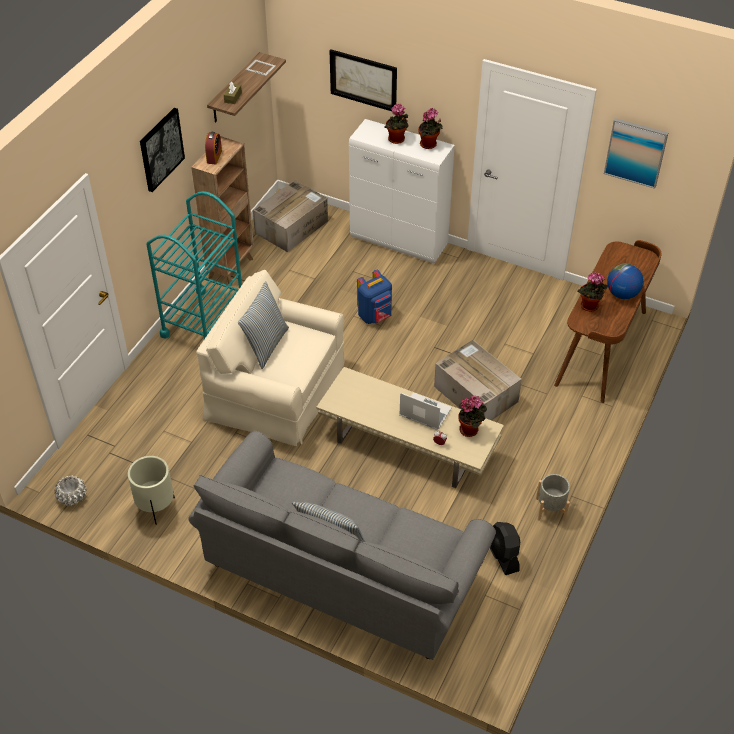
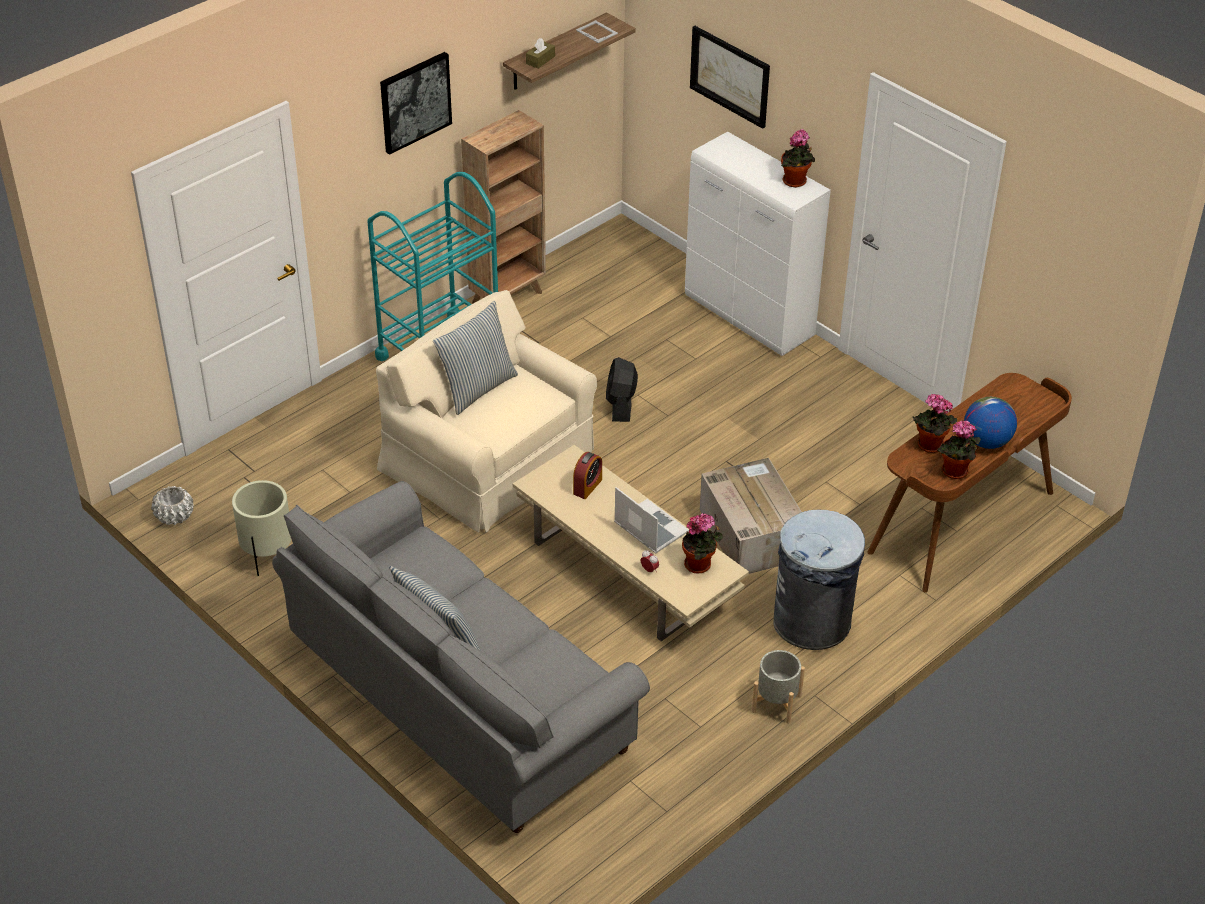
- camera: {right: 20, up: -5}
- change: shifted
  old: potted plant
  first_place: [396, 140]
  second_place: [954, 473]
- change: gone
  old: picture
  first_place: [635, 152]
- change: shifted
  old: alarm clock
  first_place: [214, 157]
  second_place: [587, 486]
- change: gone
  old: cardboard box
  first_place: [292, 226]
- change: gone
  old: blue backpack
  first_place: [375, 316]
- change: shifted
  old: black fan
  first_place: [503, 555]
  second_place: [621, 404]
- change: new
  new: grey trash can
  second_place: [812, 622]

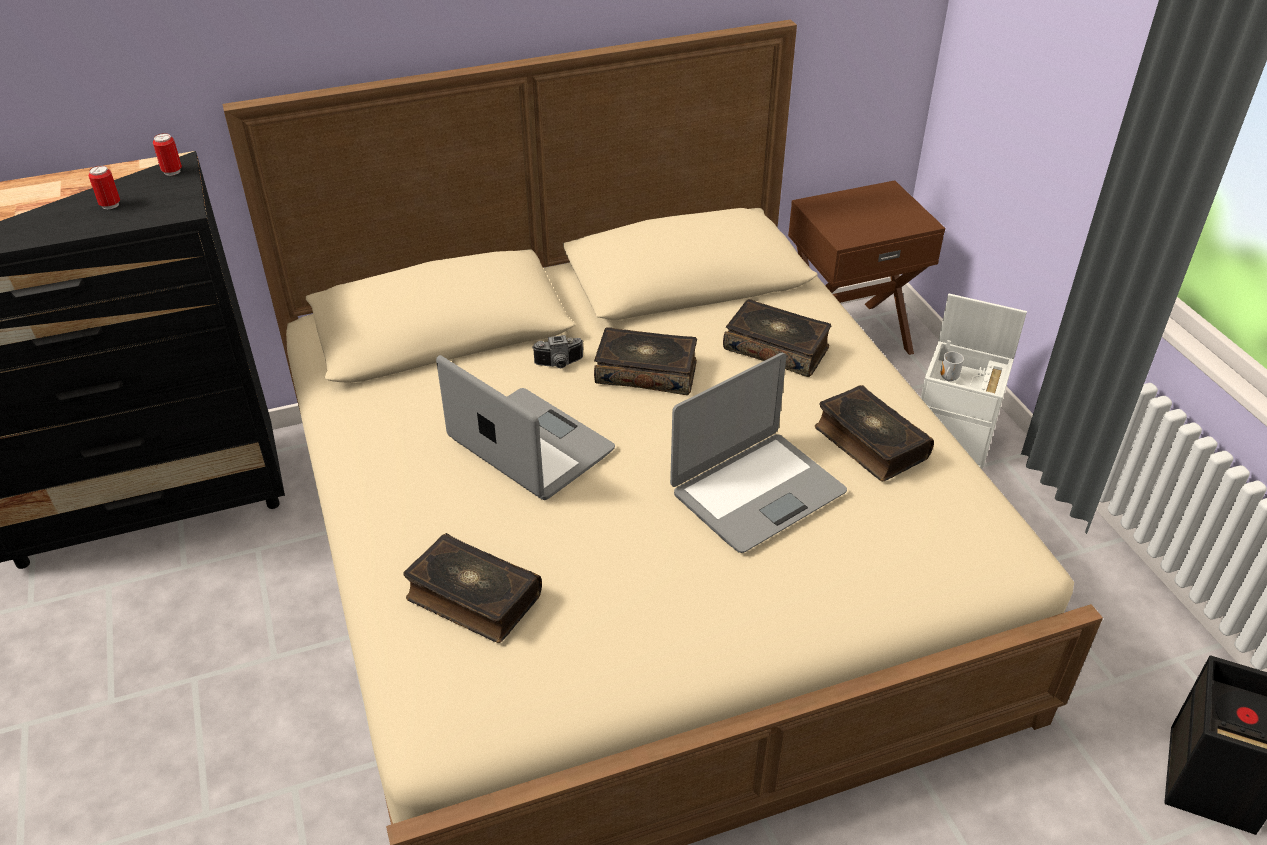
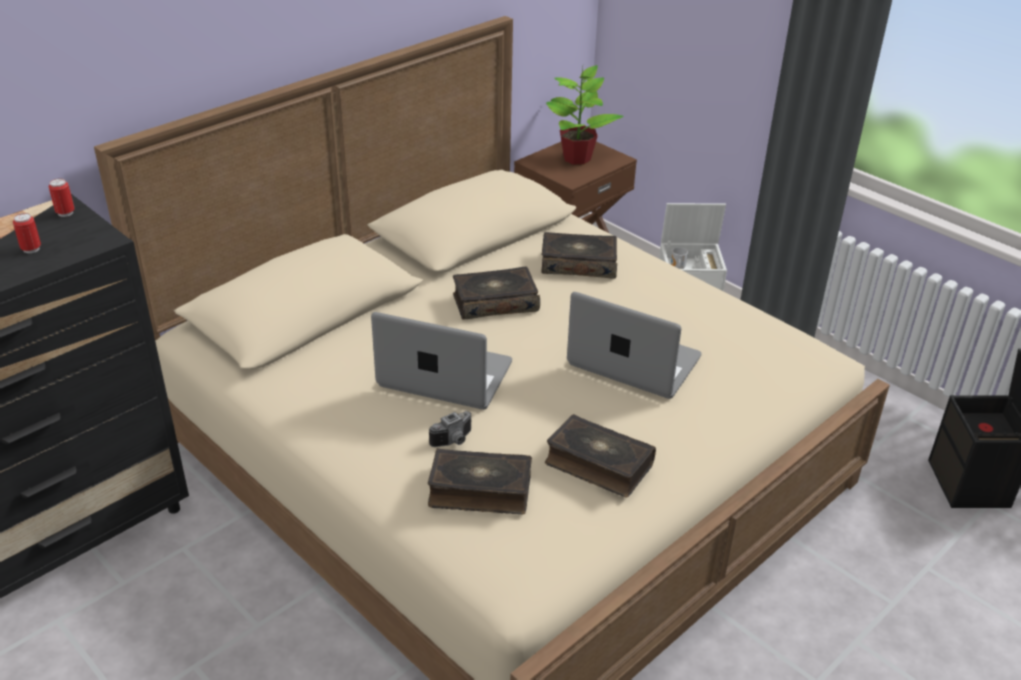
- camera: {right: -25, up: -5}
- change: shifted
  old: photo camera
  first_place: [559, 364]
  second_place: [454, 441]
- change: rotated
  old: laptop
  first_place: [757, 492]
  second_place: [633, 362]
  degrees: -90
- change: shifted
  old: book
  first_place: [869, 443]
  second_place: [598, 465]
- change: new
  new: potted plant
  second_place: [577, 158]

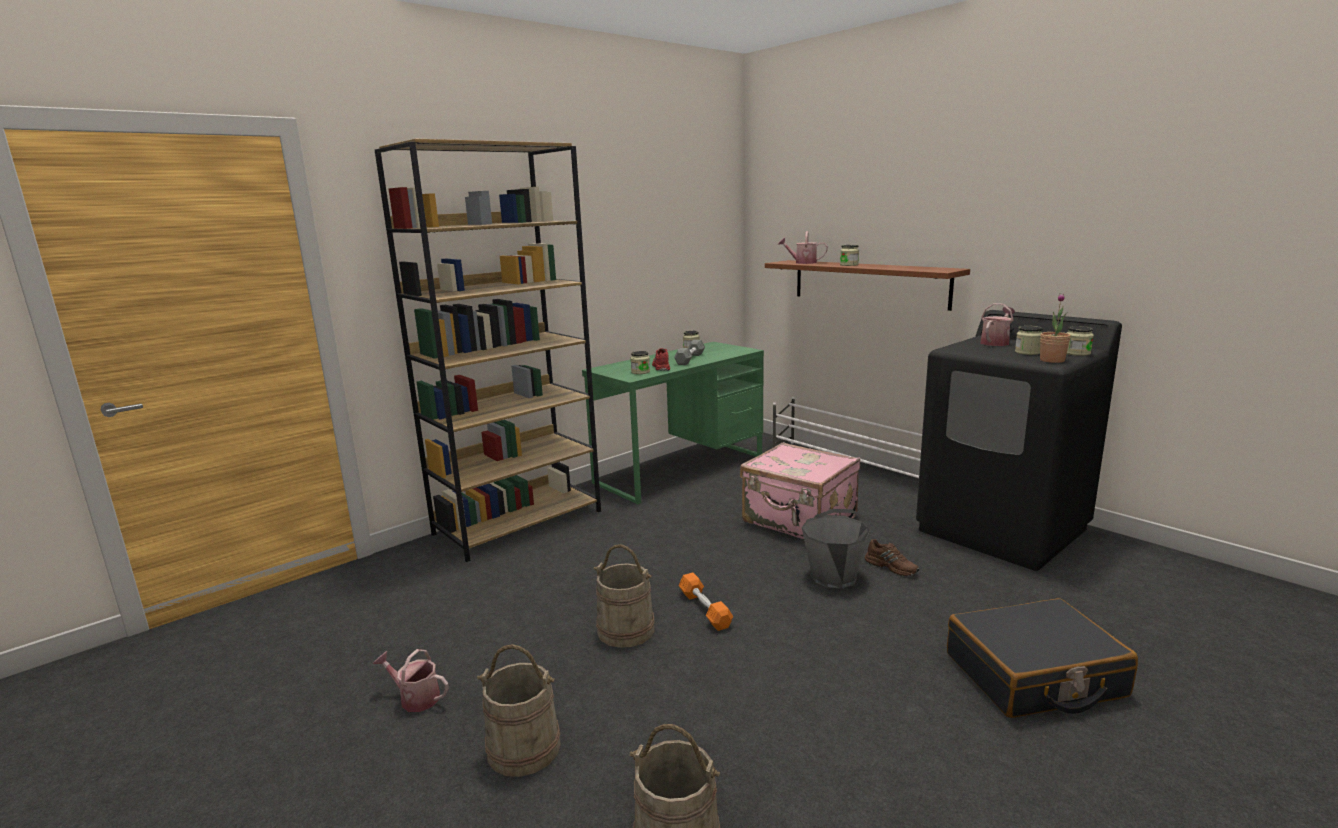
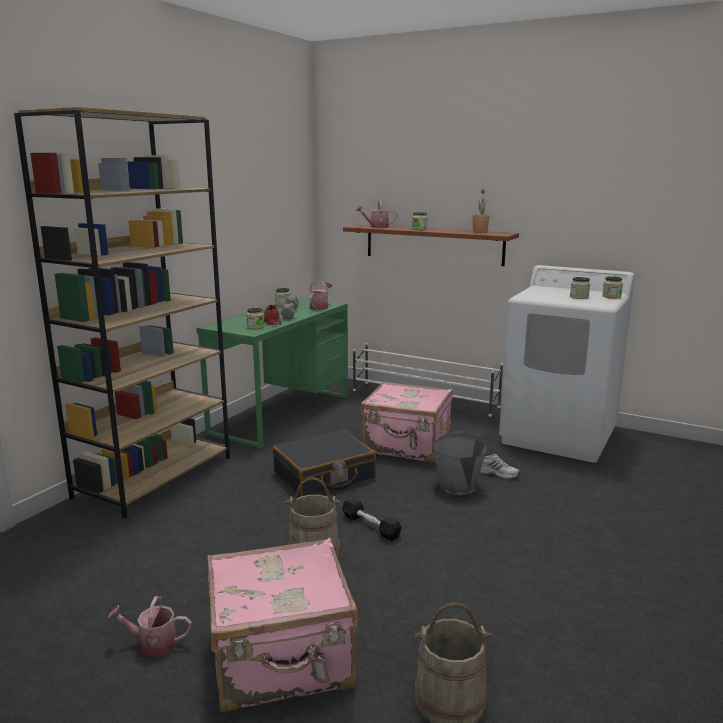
- camera: {right: -20, up: 0}
- change: shifted
  old: potted plant
  first_place: [1052, 360]
  second_place: [480, 232]
- change: shifted
  old: watering can
  first_place: [996, 342]
  second_place: [320, 307]
- change: repainted
  old: black washing machine
  new: white washing machine
  first_place: [1002, 530]
  second_place: [559, 436]
- change: repainted
  old: brown shoe
  new: white shoe
  first_place: [891, 567]
  second_place: [496, 473]
- change: repainted
  old: orange dumbbell
  new: black dumbbell
  first_place: [704, 609]
  second_place: [371, 526]
- change: shifted
  old: black suitcase
  first_place: [1034, 676]
  second_place: [324, 476]
- change: swapped
  old: beige bucket
  new: pink suitcase
  first_place: [524, 747]
  second_place: [282, 661]

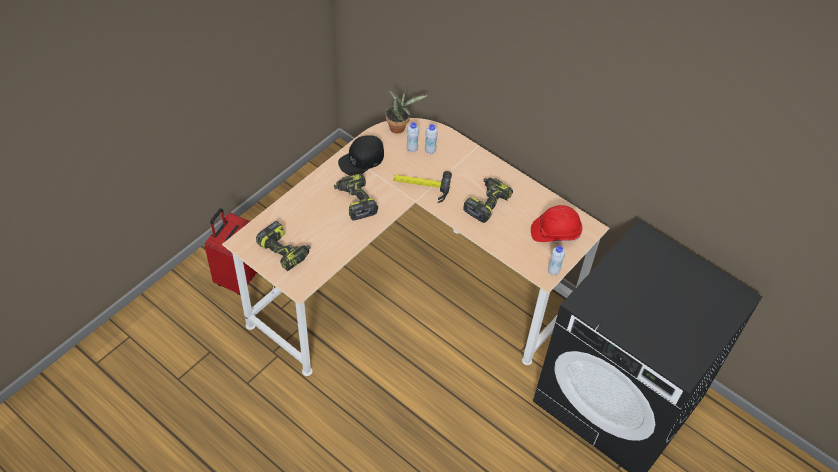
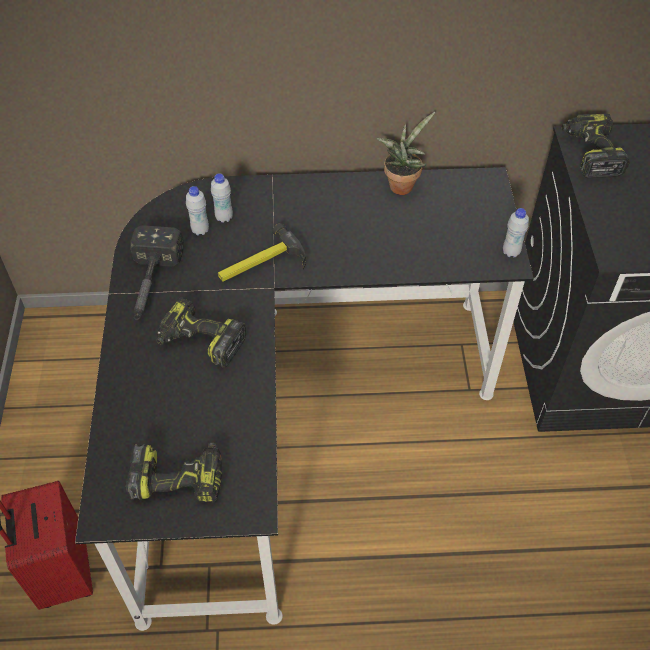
- camera: {right: -40, up: 0}
- change: shifted
  old: potted plant
  first_place: [399, 127]
  second_place: [402, 184]
- change: repainted
  old: beige desk
  new: black desk
  first_place: [411, 286]
  second_place: [286, 413]
- change: swapped
  old: black cap
  new: hammer
  first_place: [361, 159]
  second_place: [151, 285]
- change: shifted
  old: power drill
  first_place: [486, 203]
  second_place: [590, 153]
- change: gone
  old: red hard hat
  first_place: [555, 232]

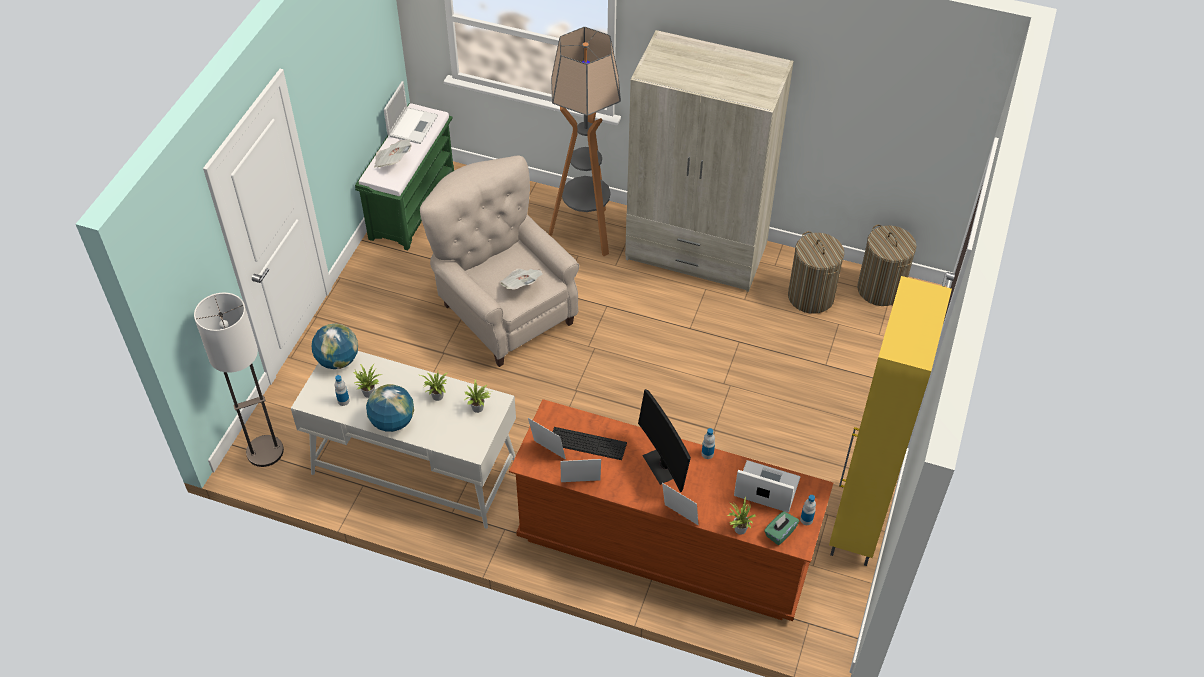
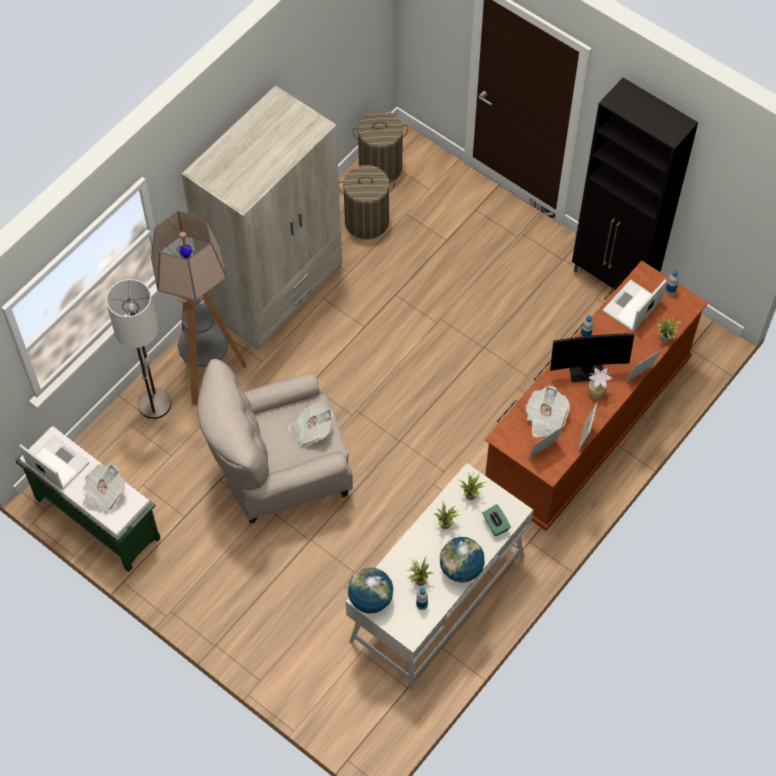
- camera: {right: -70, up: 10}
- change: repainted
  old: yellow cabinet
  new: black cabinet
  first_place: [856, 525]
  second_place: [613, 281]
- change: shifted
  old: floor lamp
  first_place: [265, 451]
  second_place: [154, 404]
- change: swapped
  old: keyboard
  new: newspaper
  first_place: [587, 443]
  second_place: [545, 419]
- change: shifted
  old: green tissue box
  first_place: [780, 533]
  second_place: [495, 525]
- change: new
  new: potted plant
  second_place: [596, 393]

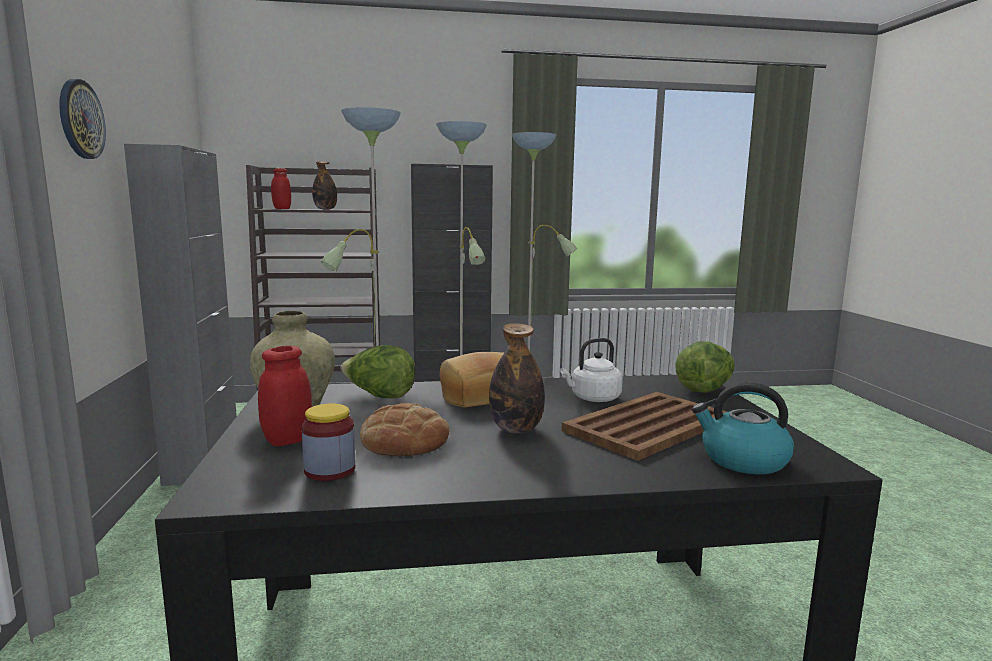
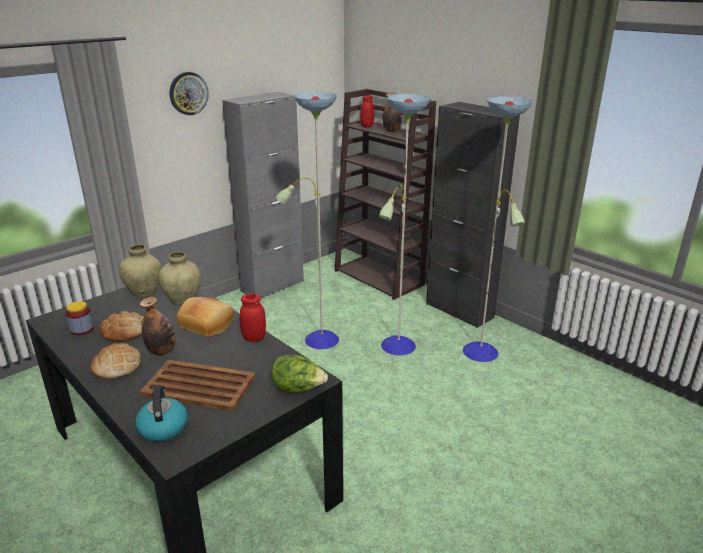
- camera: {right: 55, up: 15}
- change: gone
  old: white kettle
  first_place: [593, 398]
- change: swapped
  old: lettuce
  new: beige vase
  first_place: [379, 396]
  second_place: [183, 301]
- change: shifted
  old: red jar
  first_place: [287, 440]
  second_place: [254, 338]
- change: new
  new: bread
  second_place: [116, 366]

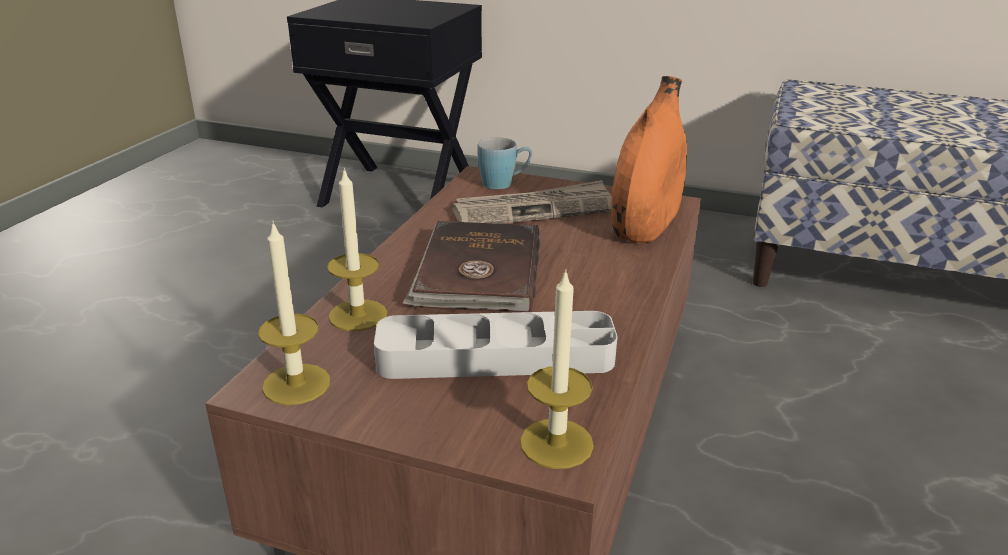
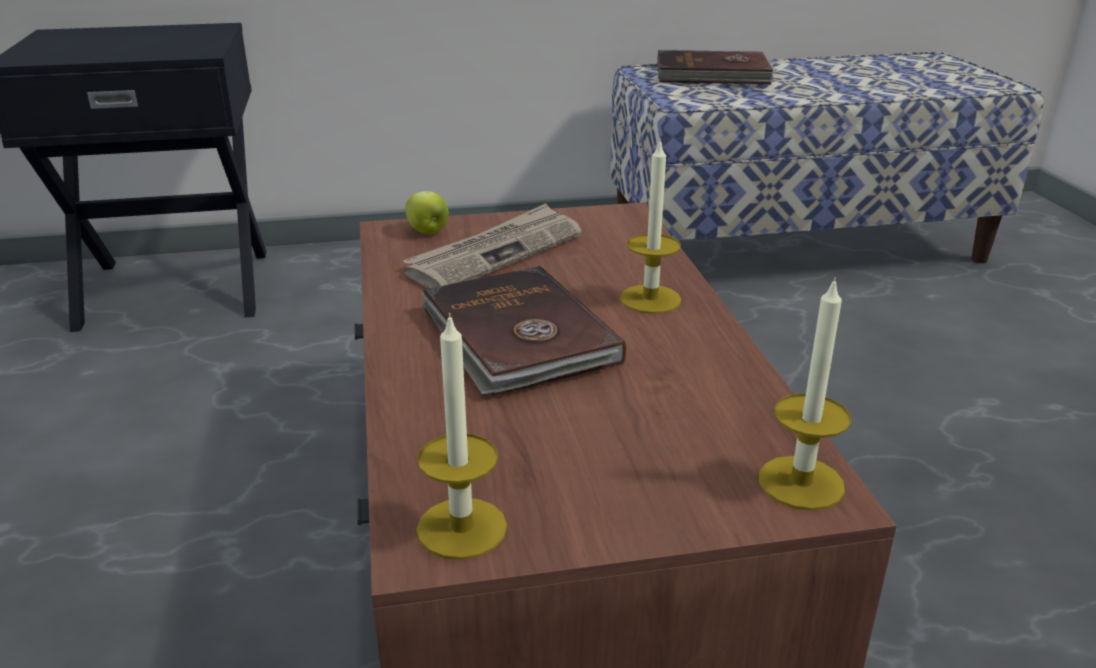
- camera: {right: -30, up: 0}
- change: gone
  old: orange vase
  first_place: [646, 222]
- change: swapped
  old: blue mug
  new: apple
  first_place: [504, 183]
  second_place: [428, 232]
- change: shifted
  old: candle
  first_place: [358, 315]
  second_place: [650, 299]
- change: gone
  old: grey tray
  first_place: [495, 356]
- change: new
  new: brown book
  second_place: [713, 74]

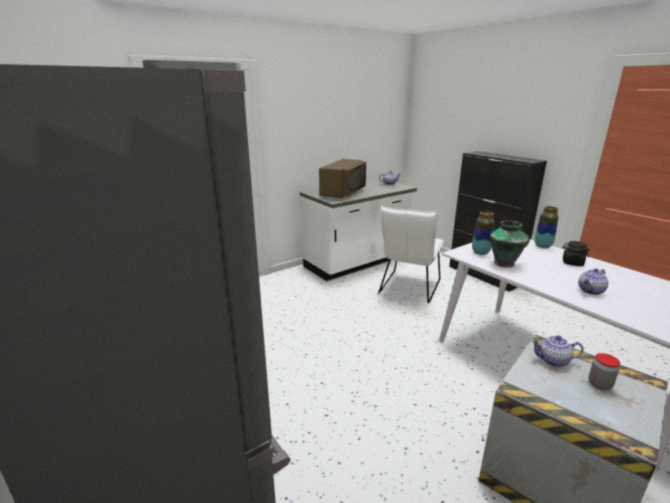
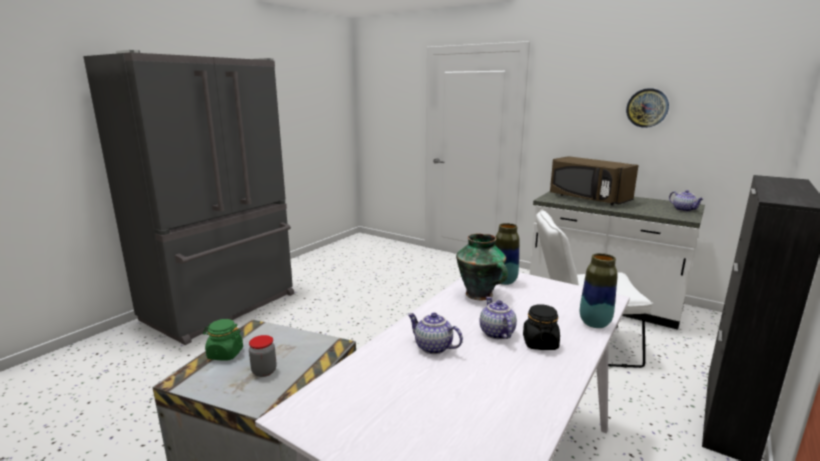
- camera: {right: 70, up: -5}
- change: rotated
  old: brown microwave
  first_place: [344, 192]
  second_place: [588, 198]
  degrees: 45
- change: shifted
  old: teapot
  first_place: [553, 361]
  second_place: [496, 333]
- change: new
  new: wall clock
  second_place: [647, 108]
- change: new
  new: green jar
  second_place: [225, 354]

